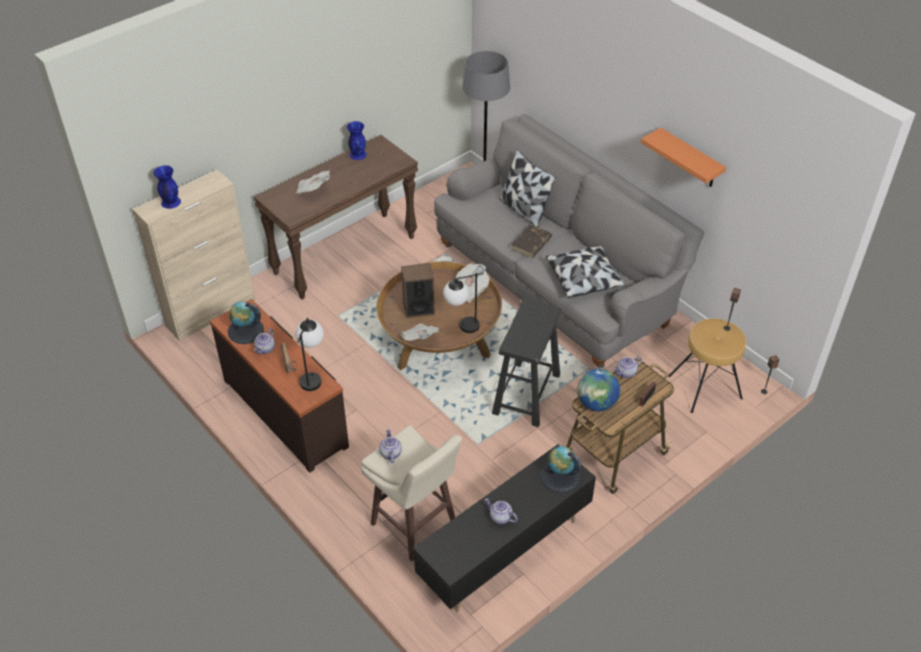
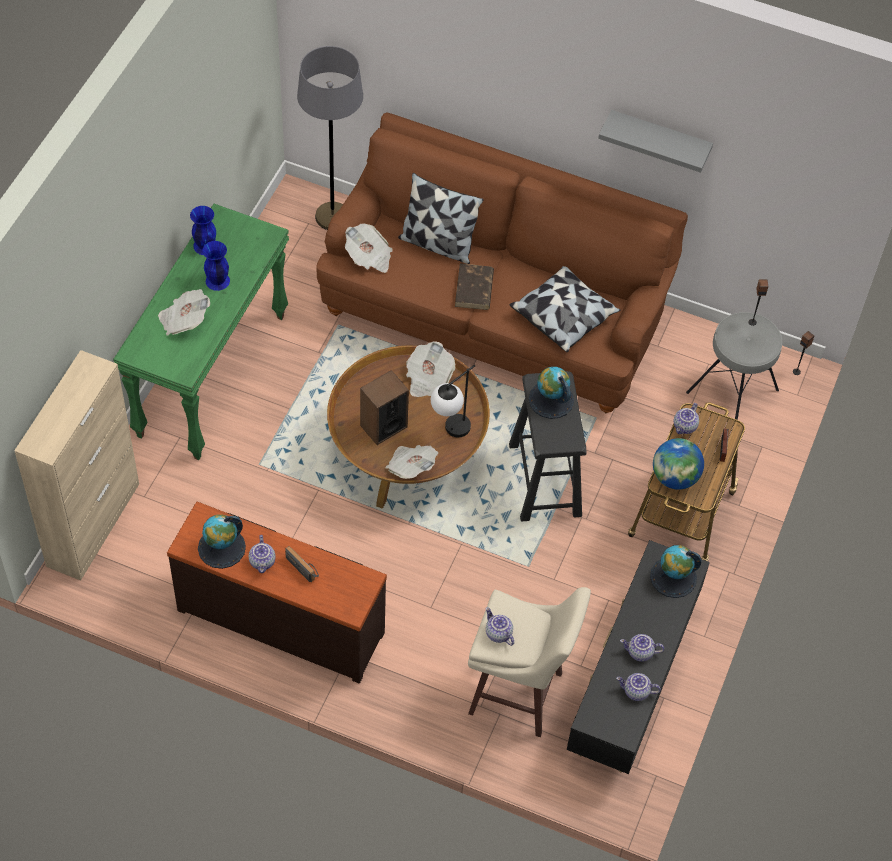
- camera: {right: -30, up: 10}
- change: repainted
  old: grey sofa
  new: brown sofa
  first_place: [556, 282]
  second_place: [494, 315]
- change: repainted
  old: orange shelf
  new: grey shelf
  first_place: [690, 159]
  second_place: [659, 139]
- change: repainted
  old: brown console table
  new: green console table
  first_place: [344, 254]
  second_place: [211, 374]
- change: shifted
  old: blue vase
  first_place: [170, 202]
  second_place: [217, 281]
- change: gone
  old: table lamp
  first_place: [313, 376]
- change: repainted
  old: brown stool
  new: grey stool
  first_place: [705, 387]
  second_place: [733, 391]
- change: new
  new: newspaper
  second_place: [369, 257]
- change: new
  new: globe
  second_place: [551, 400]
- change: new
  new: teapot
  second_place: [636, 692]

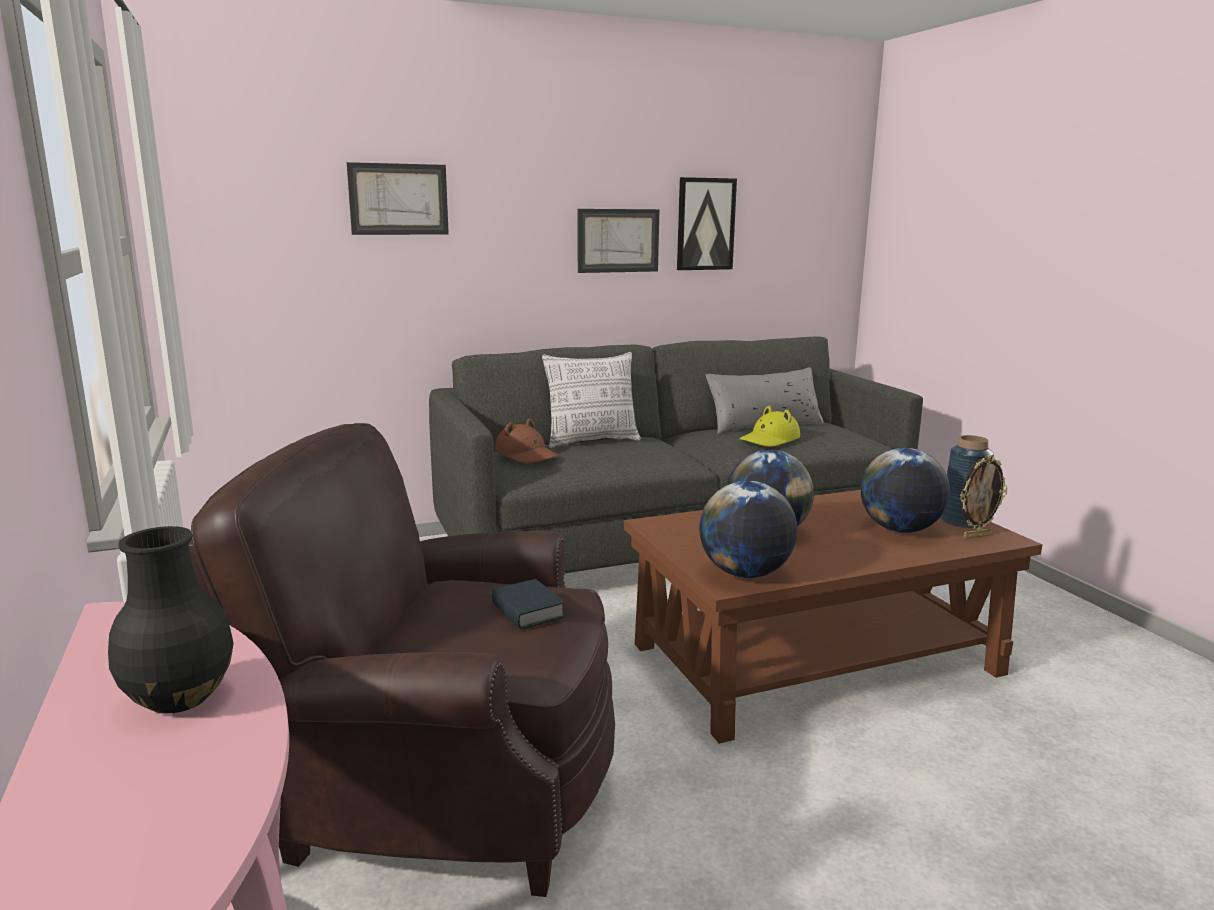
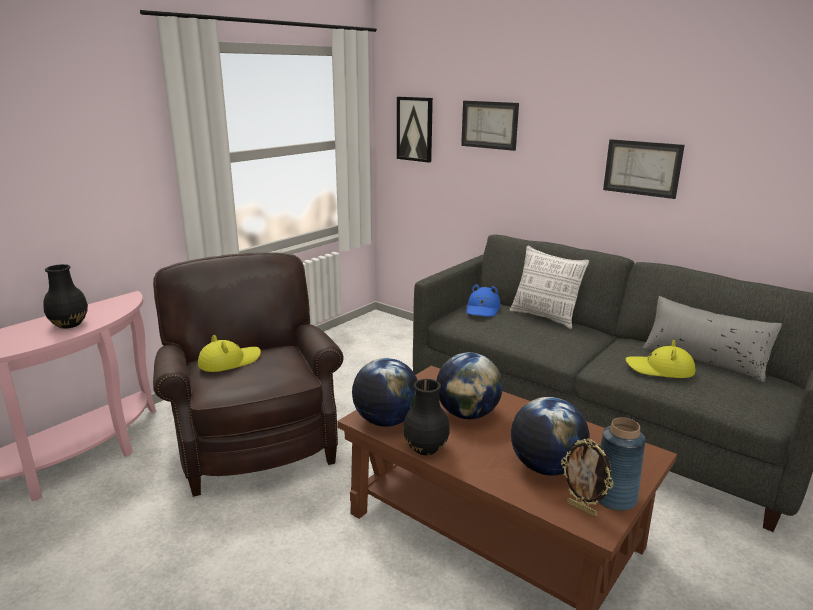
- camera: {right: 60, up: 5}
- change: shifted
  old: picture
  first_place: [705, 224]
  second_place: [415, 129]
- change: repainted
  old: brown hat
  new: blue hat
  first_place: [527, 455]
  second_place: [483, 309]
- change: gone
  old: book
  first_place: [527, 611]
- change: new
  new: yellow hat
  second_place: [229, 361]
- change: new
  new: black vase
  second_place: [425, 449]

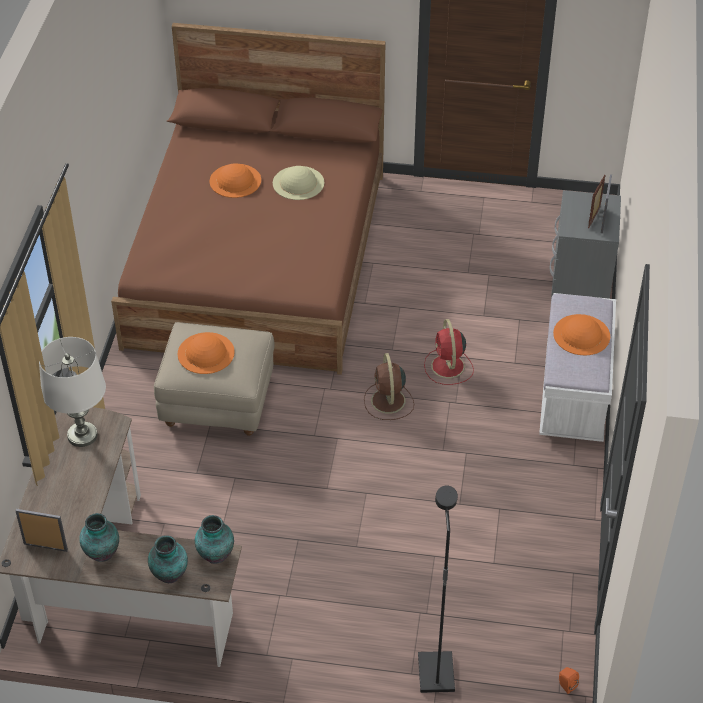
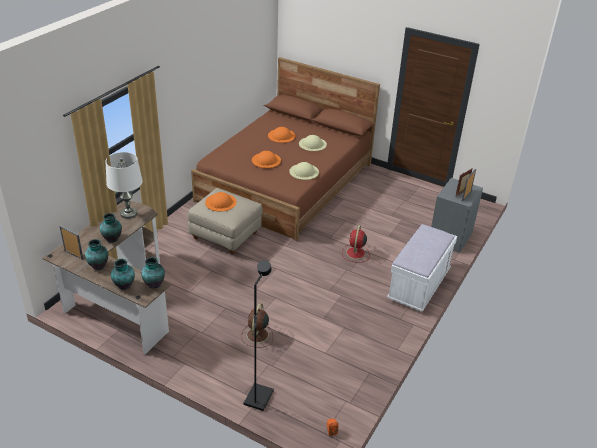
- camera: {right: 20, up: -10}
- change: shifted
  old: orange hat
  first_place: [581, 334]
  second_place: [266, 160]
- change: shifted
  old: brown fan
  first_place: [388, 402]
  second_place: [257, 335]
- change: new
  new: beige hat
  second_place: [304, 171]
- change: new
  new: vase
  second_place: [112, 238]

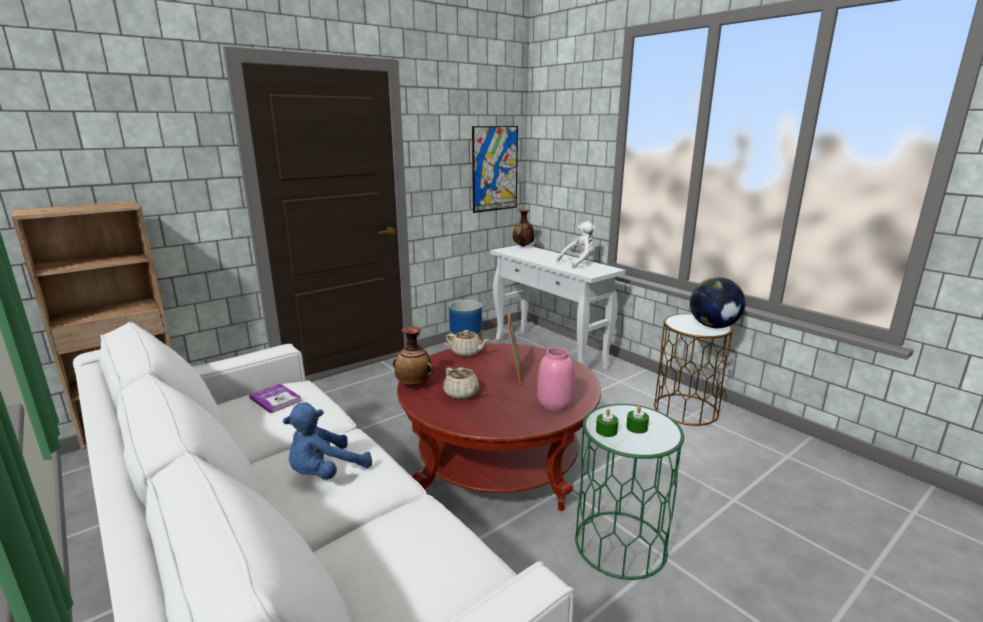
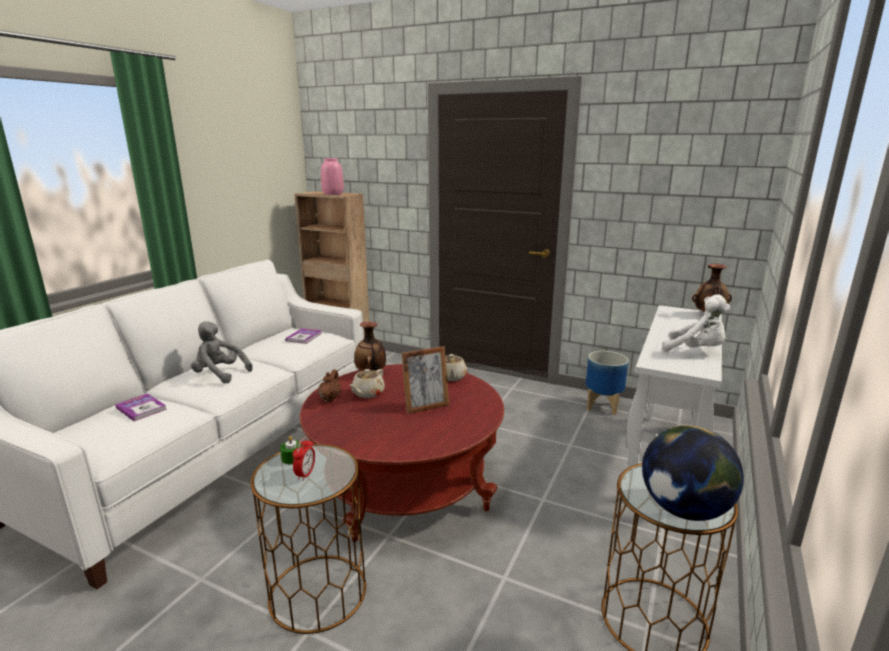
- camera: {right: 65, up: 0}
- change: gone
  old: picture
  first_place: [495, 169]
- change: shifted
  old: pink vase
  first_place: [554, 404]
  second_place: [332, 194]
- change: repainted
  old: blue plush toy
  new: grey plush toy
  first_place: [325, 473]
  second_place: [219, 374]
- change: repainted
  old: green side table
  new: brown side table
  first_place: [620, 544]
  second_place: [317, 592]
- change: swapped
  old: green candle
  new: alarm clock
  first_place: [637, 427]
  second_place: [305, 474]
- change: new
  new: brown teapot
  second_place: [330, 398]
- change: new
  new: book
  second_place: [141, 408]

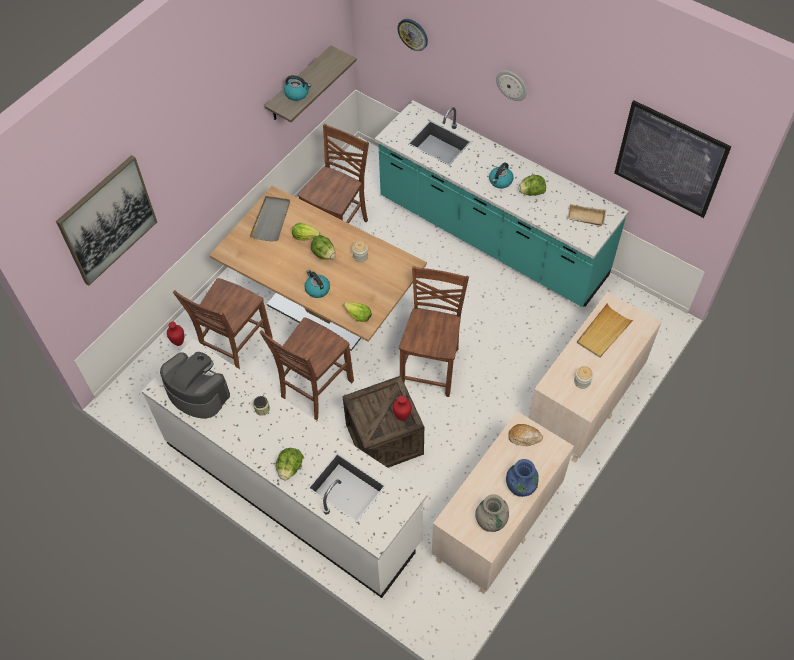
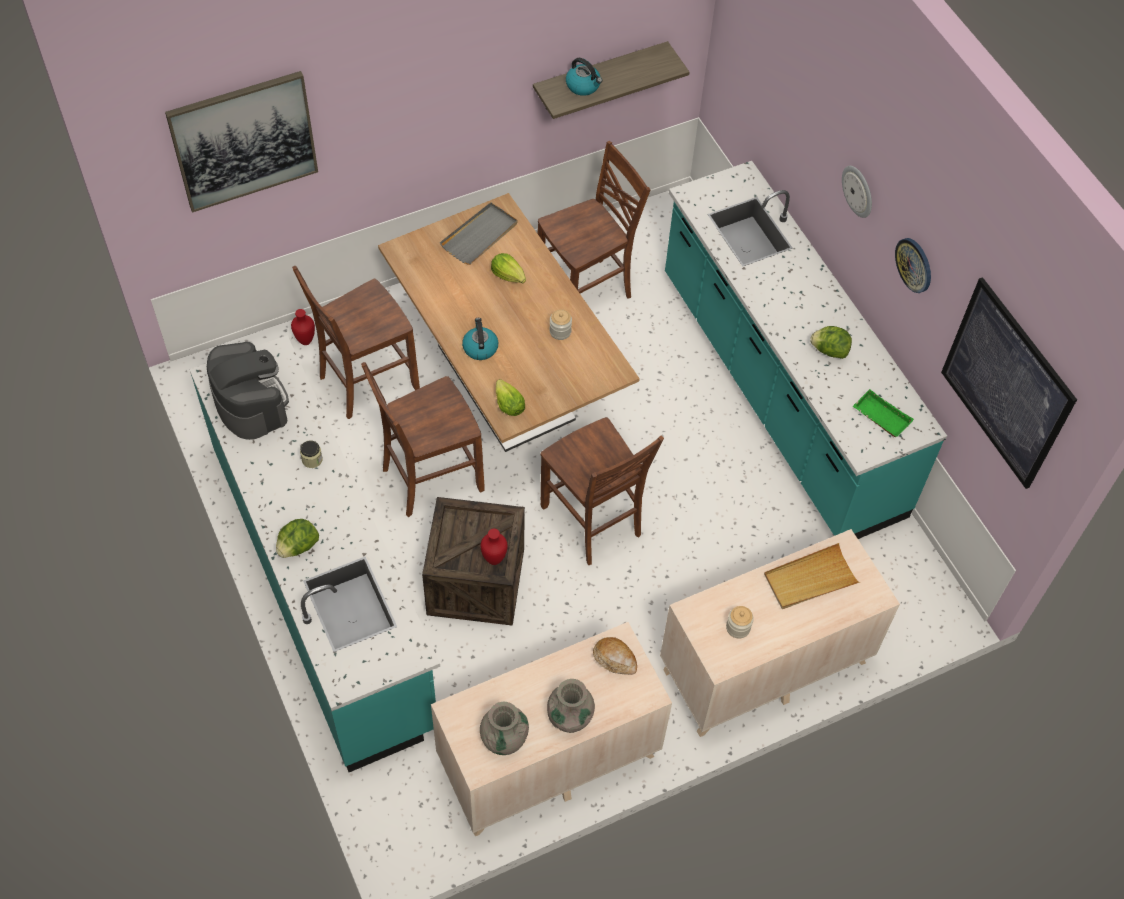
- camera: {right: 25, up: 0}
- change: shifted
  old: wall clock
  first_place: [413, 34]
  second_place: [914, 265]
- change: gone
  old: kettle
  first_place: [500, 181]
- change: repainted
  old: beige tray
  new: green tray
  first_place: [585, 218]
  second_place: [880, 417]
- change: gone
  old: lettuce
  first_place: [324, 254]
- change: rotated
  old: brown chair
  first_place: [431, 367]
  second_place: [593, 522]
  degrees: 105
- change: repainted
  old: white counter
  new: turquoise counter
  first_place: [292, 491]
  second_place: [325, 587]
- change: repainted
  old: blue vase
  new: grey vase
  first_place: [520, 486]
  second_place: [569, 716]

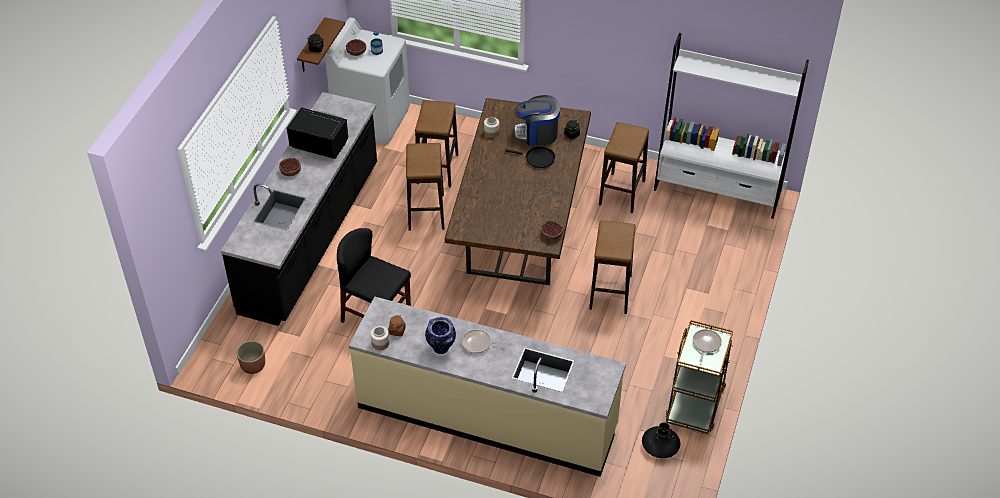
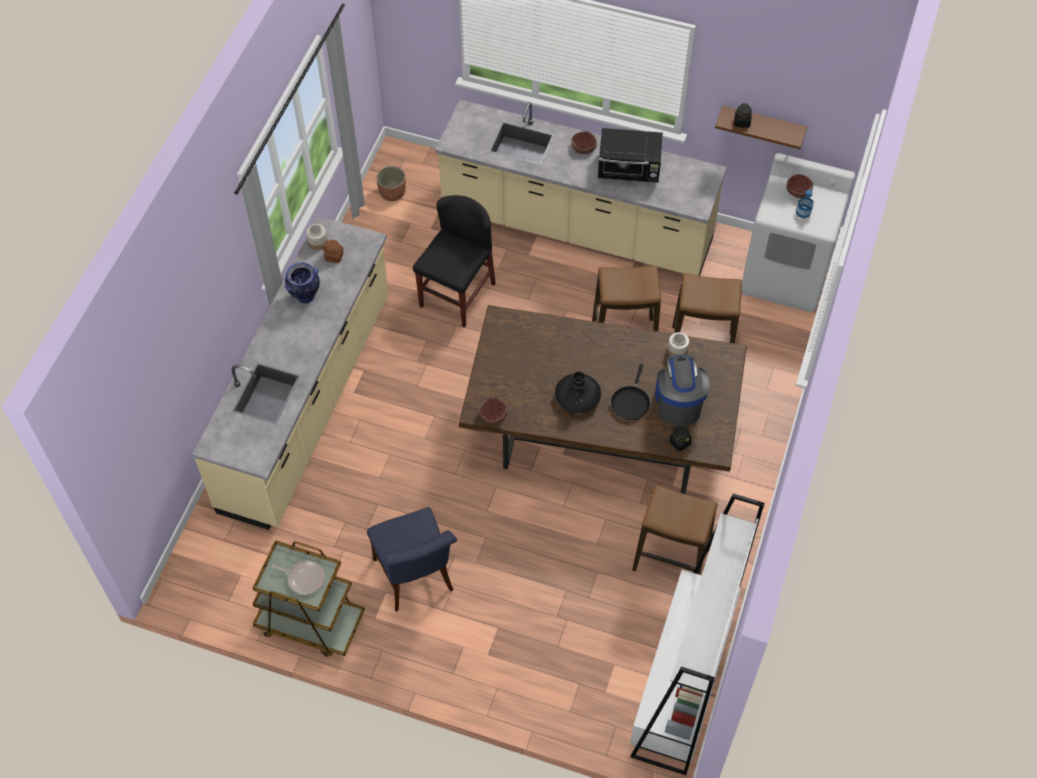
- camera: {right: 90, up: 10}
- change: repainted
  old: black counter
  new: beige counter
  first_place: [311, 238]
  second_place: [576, 228]
- change: rotated
  old: black microwave
  first_place: [319, 145]
  second_place: [629, 170]
  degrees: 75
- change: gone
  old: stool
  first_place: [610, 292]
- change: gone
  old: frying pan
  first_place: [478, 344]
- change: shifted
  old: black vase
  first_place: [660, 446]
  second_place: [577, 397]
- change: new
  new: blue chair
  second_place: [416, 578]

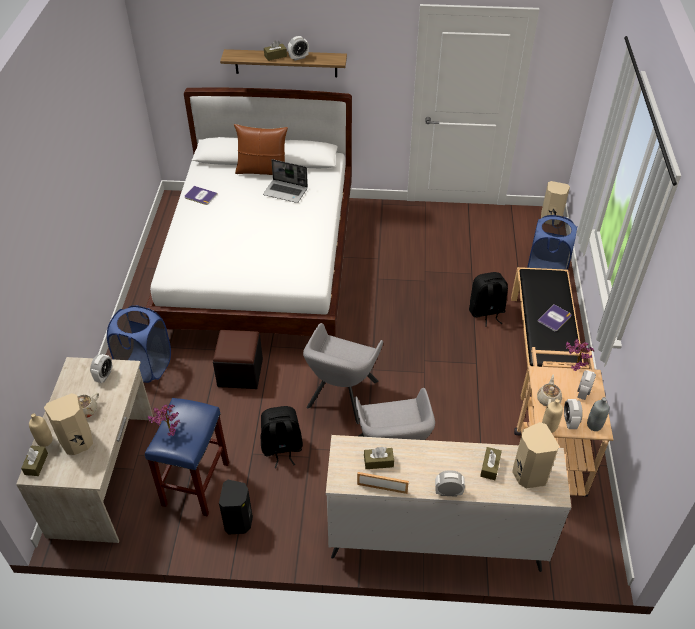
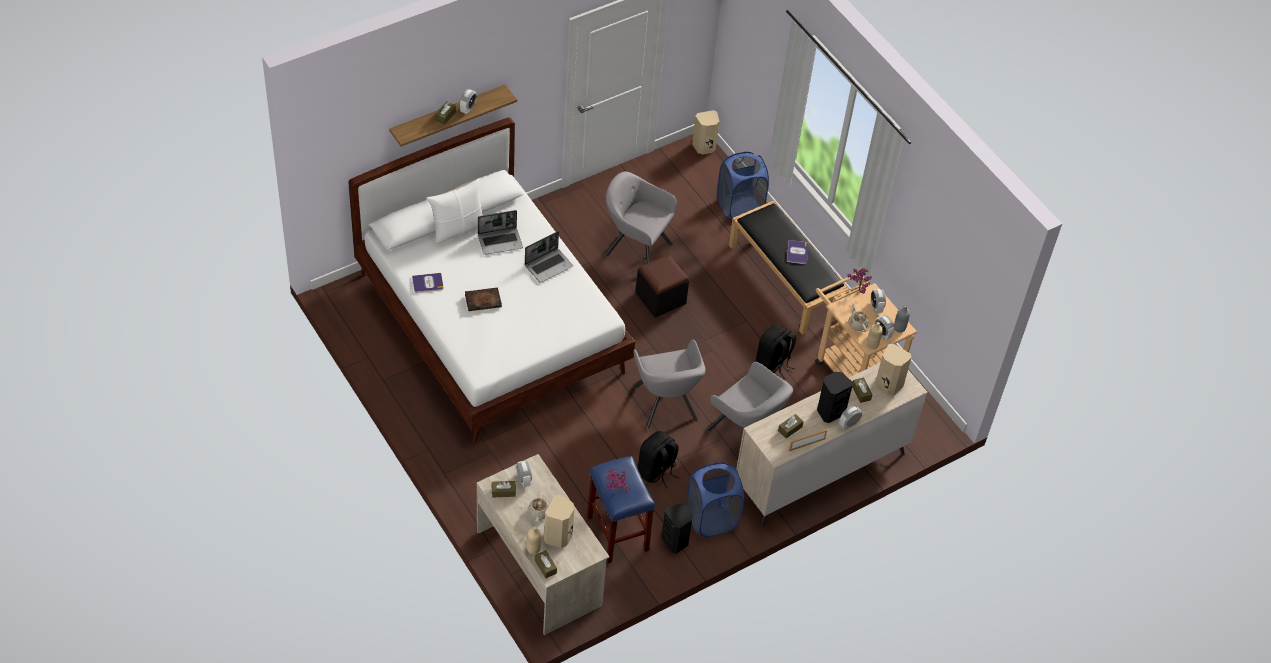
- camera: {right: -40, up: 5}
- change: repainted
  old: brown pillow
  new: white pillow
  first_place: [262, 171]
  second_place: [457, 229]
- change: shifted
  old: black backpack
  first_place: [486, 312]
  second_place: [773, 364]
- change: shifted
  old: blue laundry basket
  first_place: [145, 366]
  second_place: [711, 519]
- change: shifted
  old: black ottoman
  first_place: [240, 372]
  second_place: [660, 298]
- change: new
  new: grey armchair
  second_place: [635, 248]
- change: new
  new: laptop
  second_place: [549, 265]
- change: new
  new: book
  second_place: [484, 300]
- change: new
  new: black speaker
  second_place: [830, 411]
- change: new
  new: brown tissue box
  second_place: [503, 492]

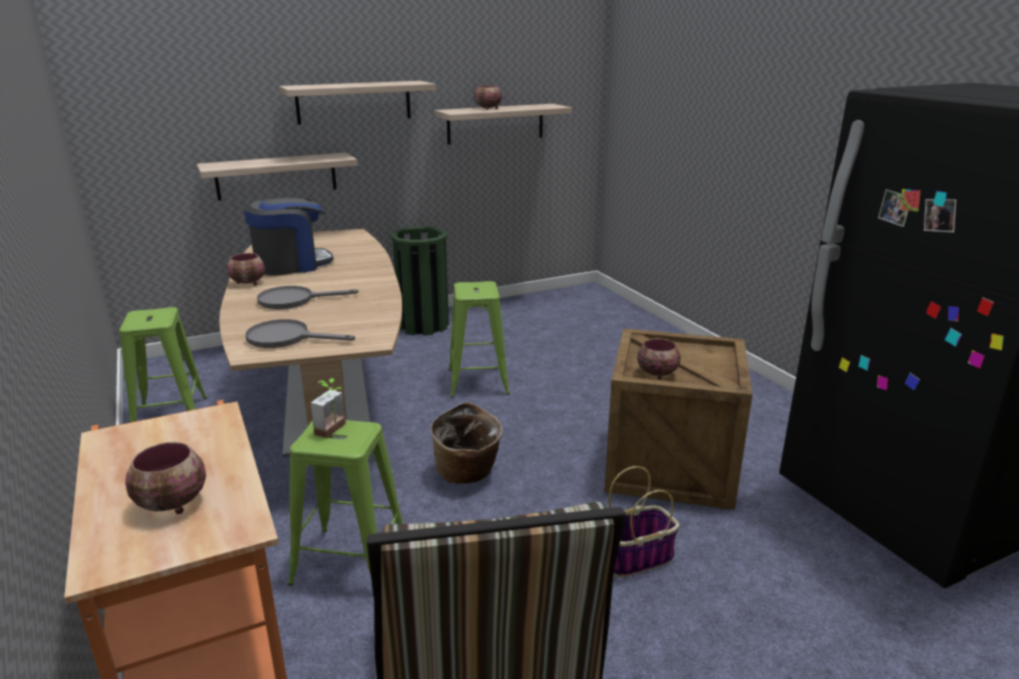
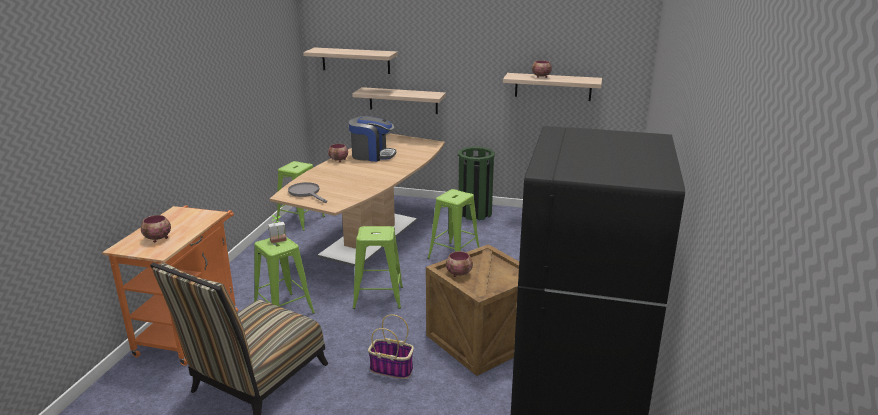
- camera: {right: 40, up: 0}
- change: shifted
  old: shelf
  first_place: [354, 102]
  second_place: [355, 60]
- change: gone
  old: grey frying pan
  first_place: [294, 300]
- change: swapped
  old: basket
  new: green stool
  first_place: [467, 473]
  second_place: [379, 297]

